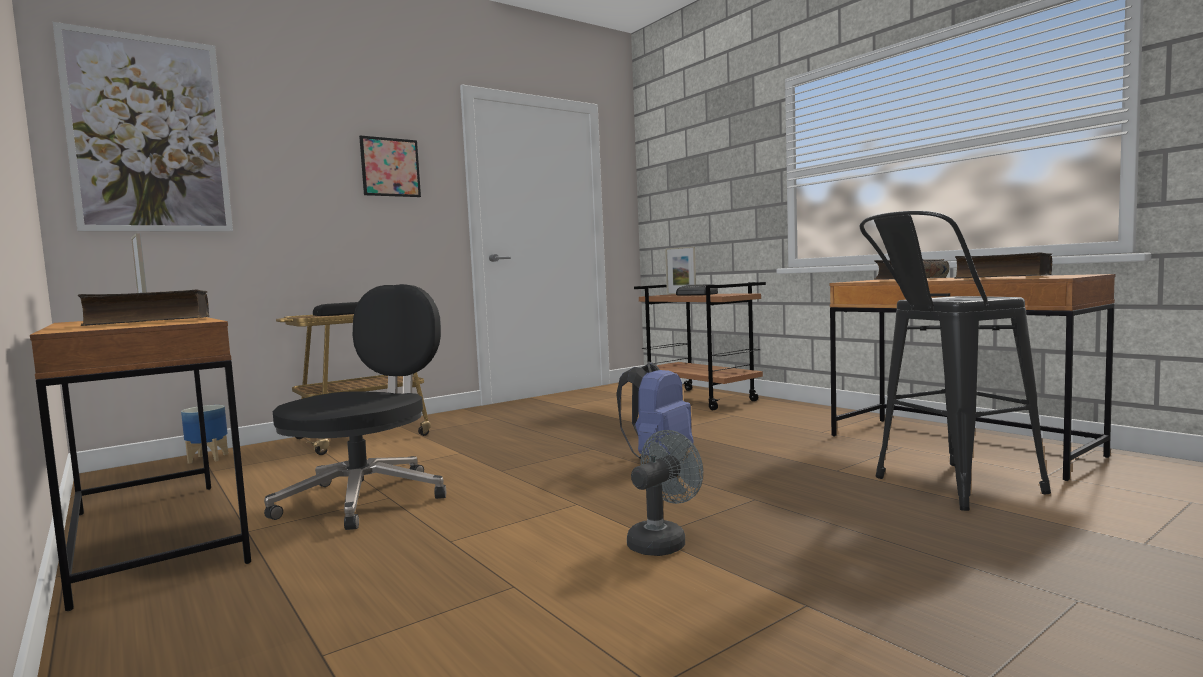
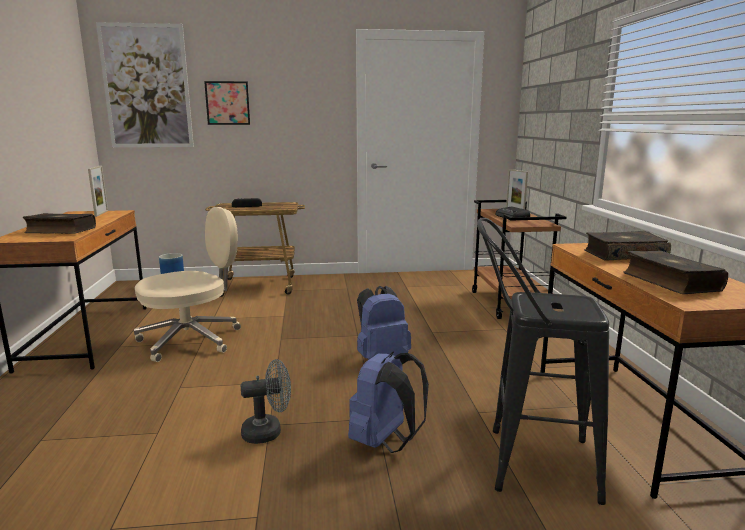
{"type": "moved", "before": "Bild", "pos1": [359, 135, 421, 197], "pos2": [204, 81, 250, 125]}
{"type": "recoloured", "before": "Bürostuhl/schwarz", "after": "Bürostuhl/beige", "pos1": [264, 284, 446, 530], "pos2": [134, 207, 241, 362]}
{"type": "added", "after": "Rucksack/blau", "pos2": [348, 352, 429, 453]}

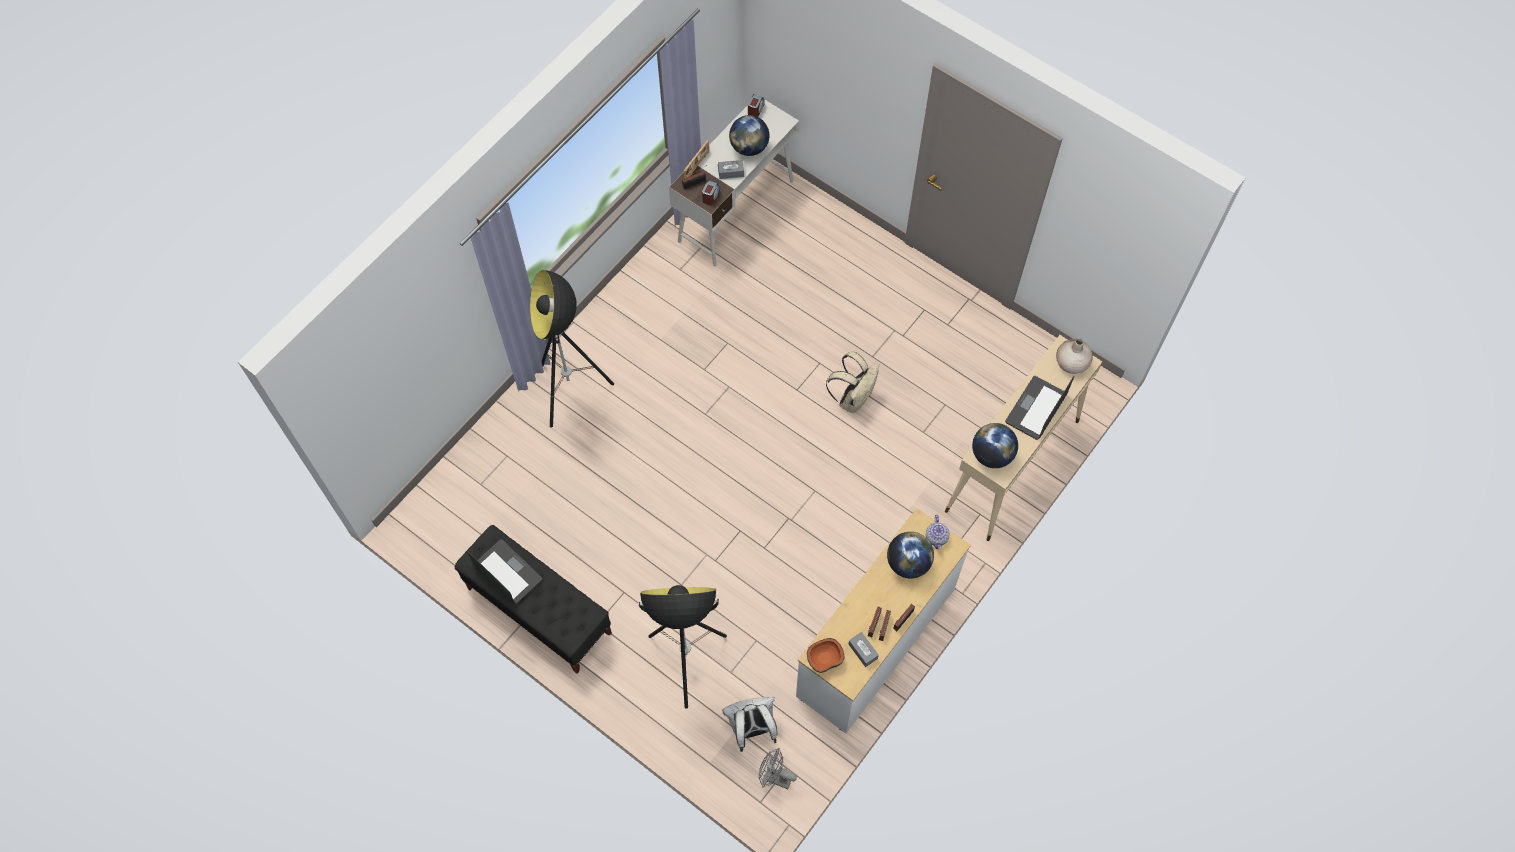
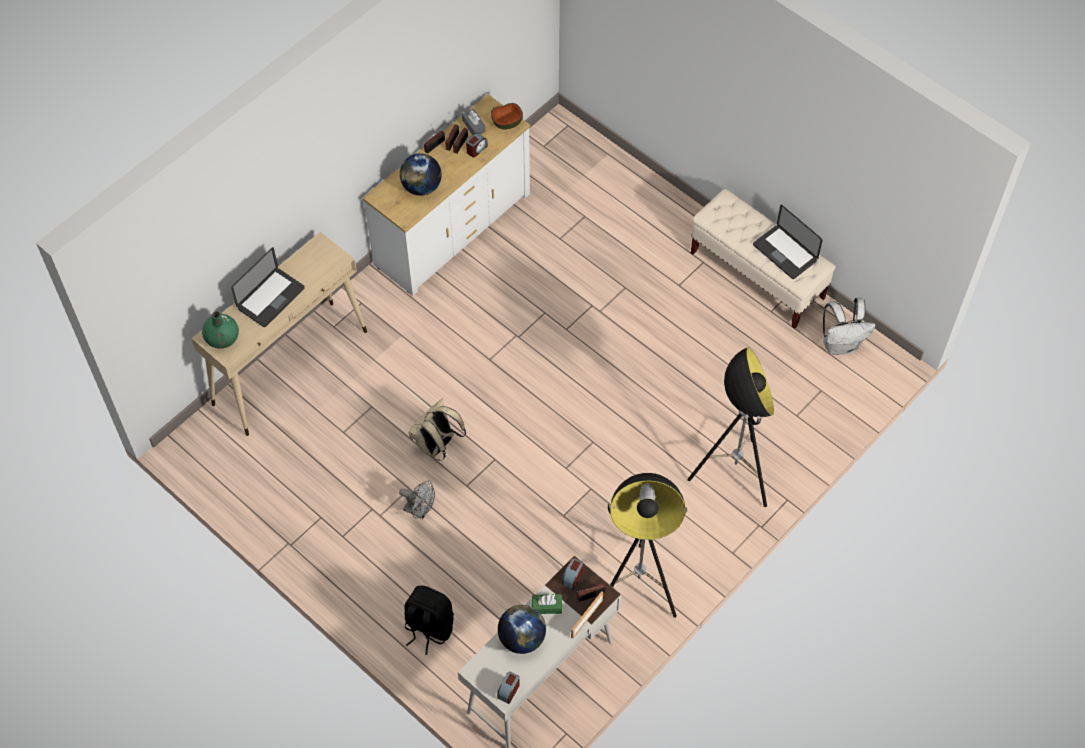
{"type": "recoloured", "before": "Taschentuchbox/grau", "after": "Taschentuchbox/grün", "pos1": [718, 160, 744, 179], "pos2": [532, 594, 562, 614]}
{"type": "recoloured", "before": "Vase/beige", "after": "Vase/grün", "pos1": [1056, 338, 1093, 374], "pos2": [202, 311, 239, 349]}
{"type": "removed", "before": "Globus", "pos1": [972, 423, 1018, 468]}
{"type": "removed", "before": "Teekanne", "pos1": [926, 515, 950, 550]}
{"type": "recoloured", "before": "Bank/schwarz", "after": "Bank/beige", "pos1": [455, 525, 612, 674], "pos2": [691, 189, 836, 329]}
{"type": "moved", "before": "Stehlampe", "pos1": [638, 585, 727, 708], "pos2": [607, 473, 688, 618]}
{"type": "moved", "before": "Rucksack/weiß", "pos1": [722, 697, 777, 752], "pos2": [823, 297, 876, 355]}
{"type": "moved", "before": "Ventilator/grau", "pos1": [759, 748, 797, 789], "pos2": [399, 481, 435, 519]}
{"type": "added", "after": "Wecker", "pos2": [466, 133, 488, 157]}
{"type": "added", "after": "Rucksack/schwarz", "pos2": [404, 586, 454, 655]}

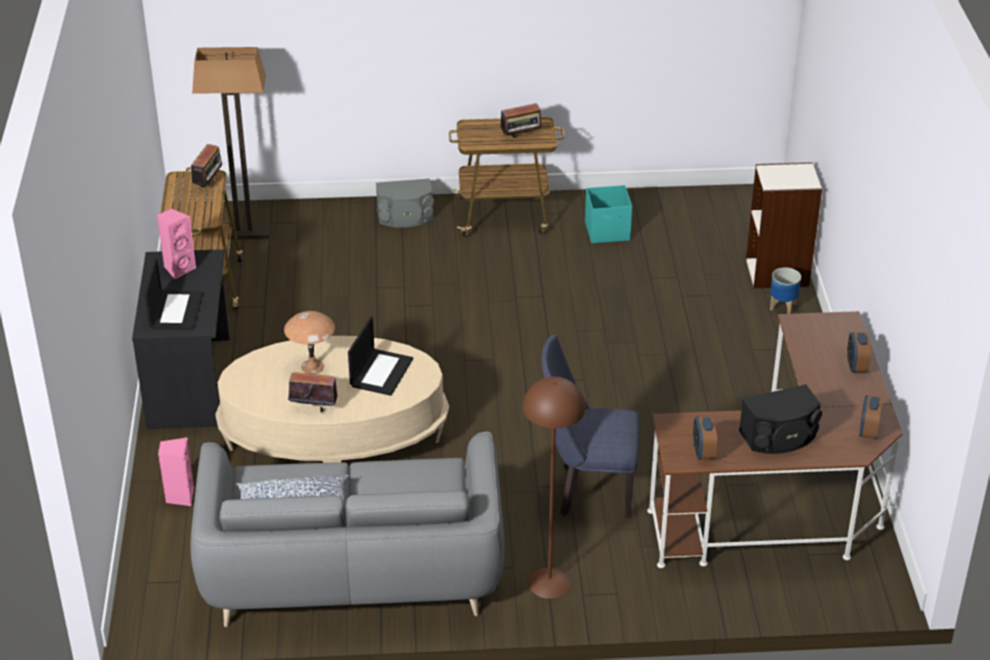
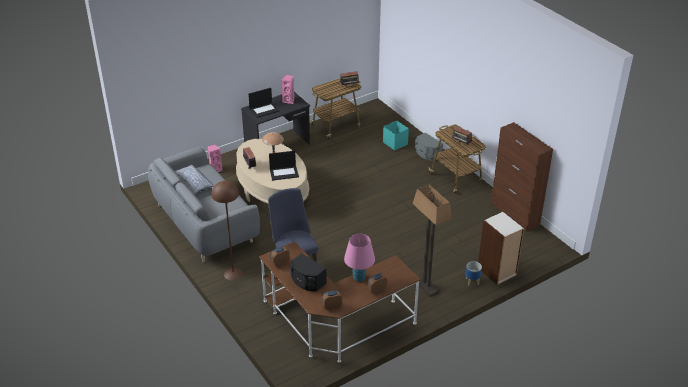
{"type": "moved", "before": "Stehlampe", "pos1": [192, 47, 270, 240], "pos2": [413, 184, 452, 297]}
{"type": "moved", "before": "Aufbewahrungsbox/türkis", "pos1": [585, 185, 632, 243], "pos2": [383, 121, 409, 151]}
{"type": "added", "after": "Schrank/braun", "pos2": [491, 122, 553, 232]}
{"type": "added", "after": "Tischlampe/rosa", "pos2": [344, 234, 375, 282]}

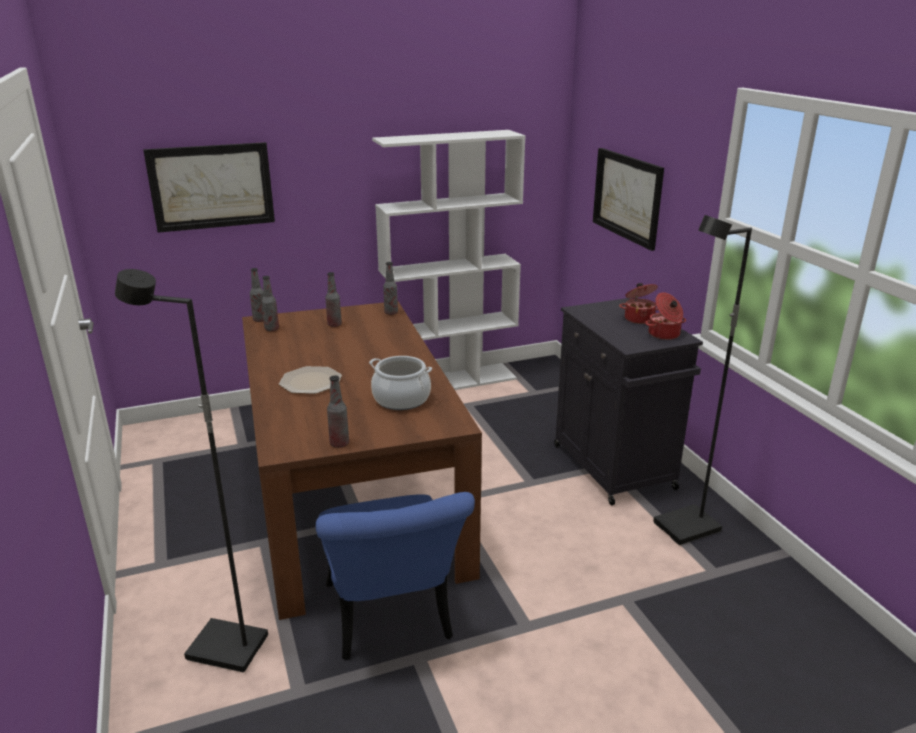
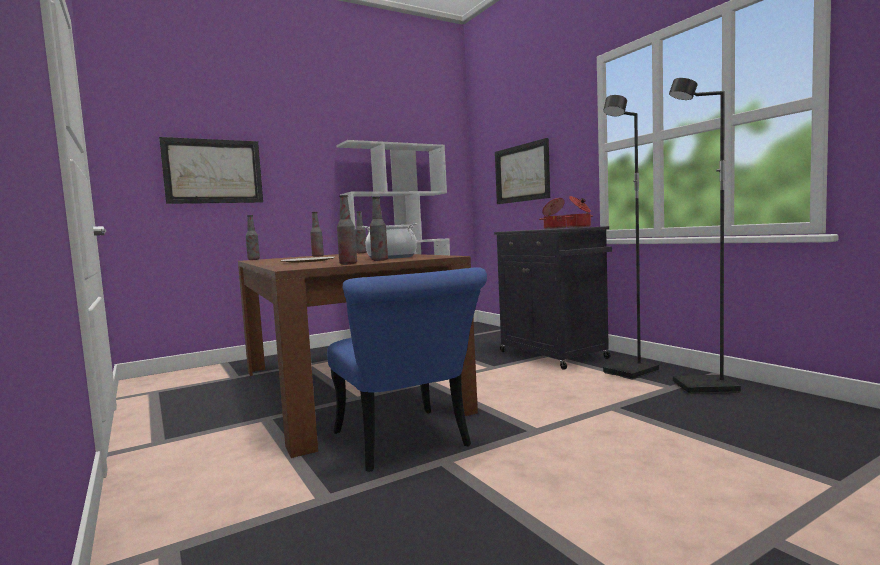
{"type": "moved", "before": "Stehlampe/schwarz", "pos1": [115, 269, 268, 672], "pos2": [669, 78, 741, 394]}
{"type": "moved", "before": "Flasche", "pos1": [261, 276, 279, 331], "pos2": [370, 197, 388, 261]}

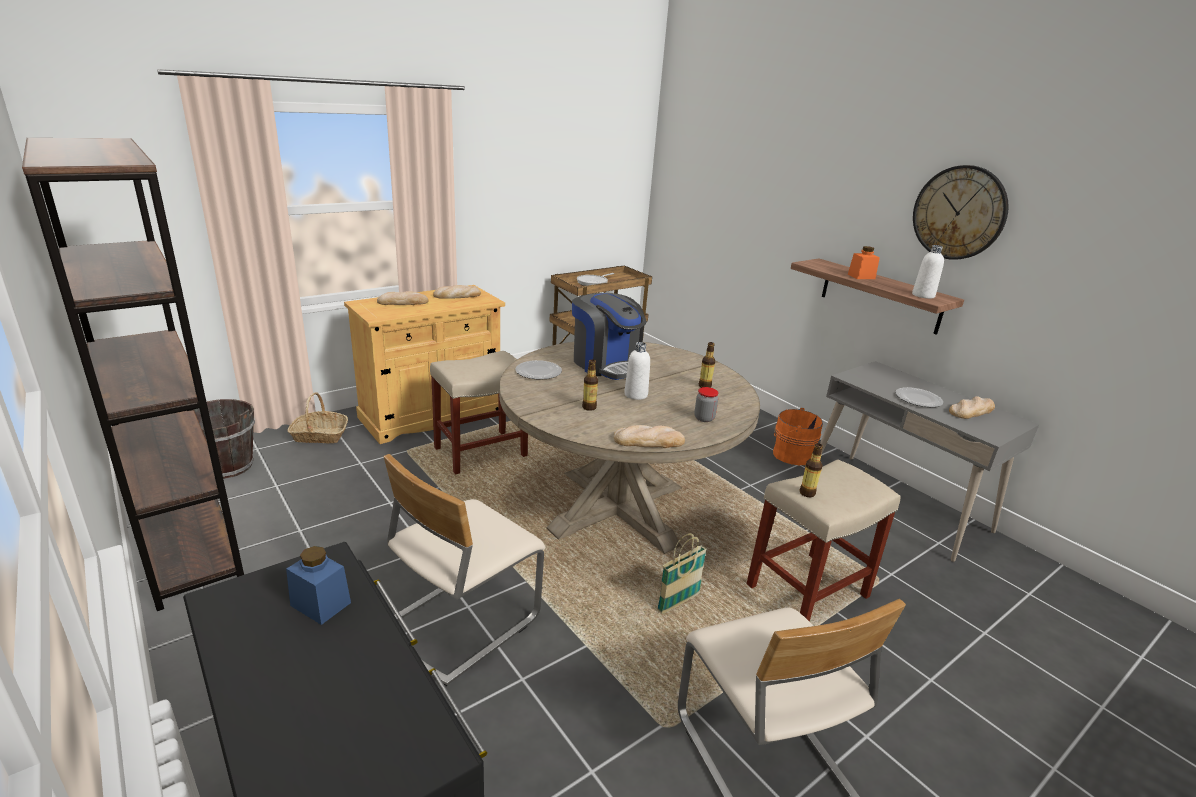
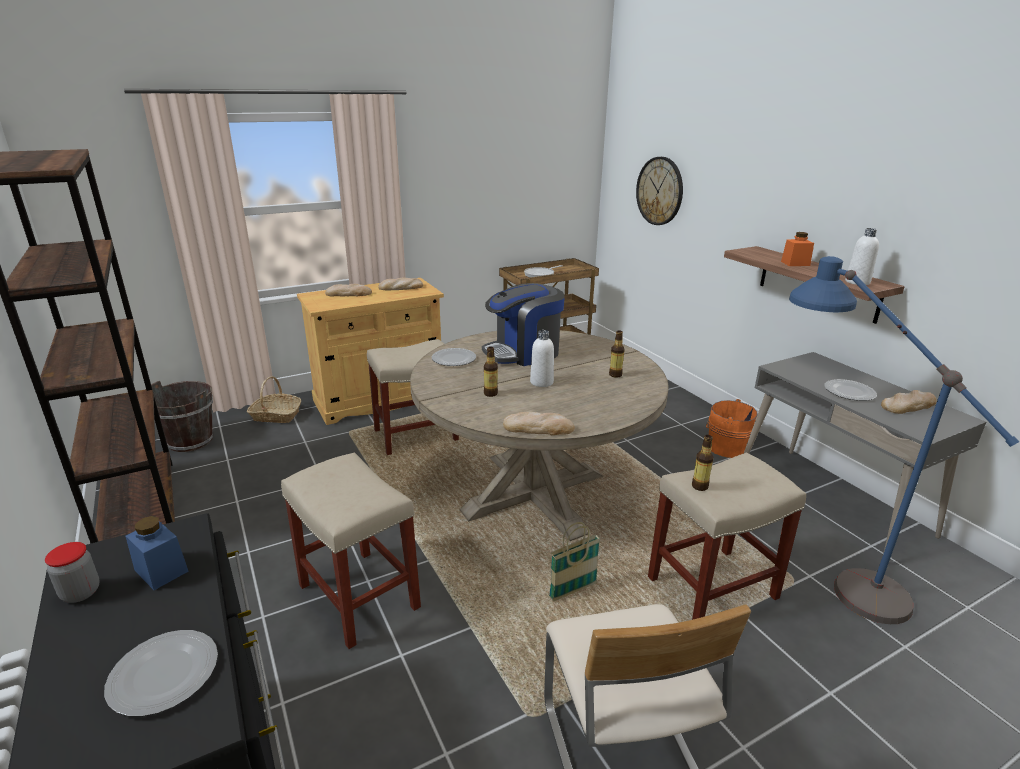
{"type": "moved", "before": "Wanduhr", "pos1": [913, 165, 1009, 260], "pos2": [636, 157, 683, 225]}
{"type": "turned", "before": "Kaffeemaschine", "pos1": [572, 293, 647, 380], "pos2": [482, 283, 565, 366], "turn": 90}
{"type": "moved", "before": "Vorratsglas", "pos1": [694, 387, 719, 422], "pos2": [45, 542, 100, 603]}
{"type": "replaced", "before": "Stuhl/beige", "after": "Hocker/beige", "pos1": [384, 454, 545, 686], "pos2": [281, 453, 421, 649]}
{"type": "added", "after": "Stehlampe/blau", "pos2": [789, 256, 1020, 624]}
{"type": "added", "after": "Teller", "pos2": [104, 630, 218, 717]}

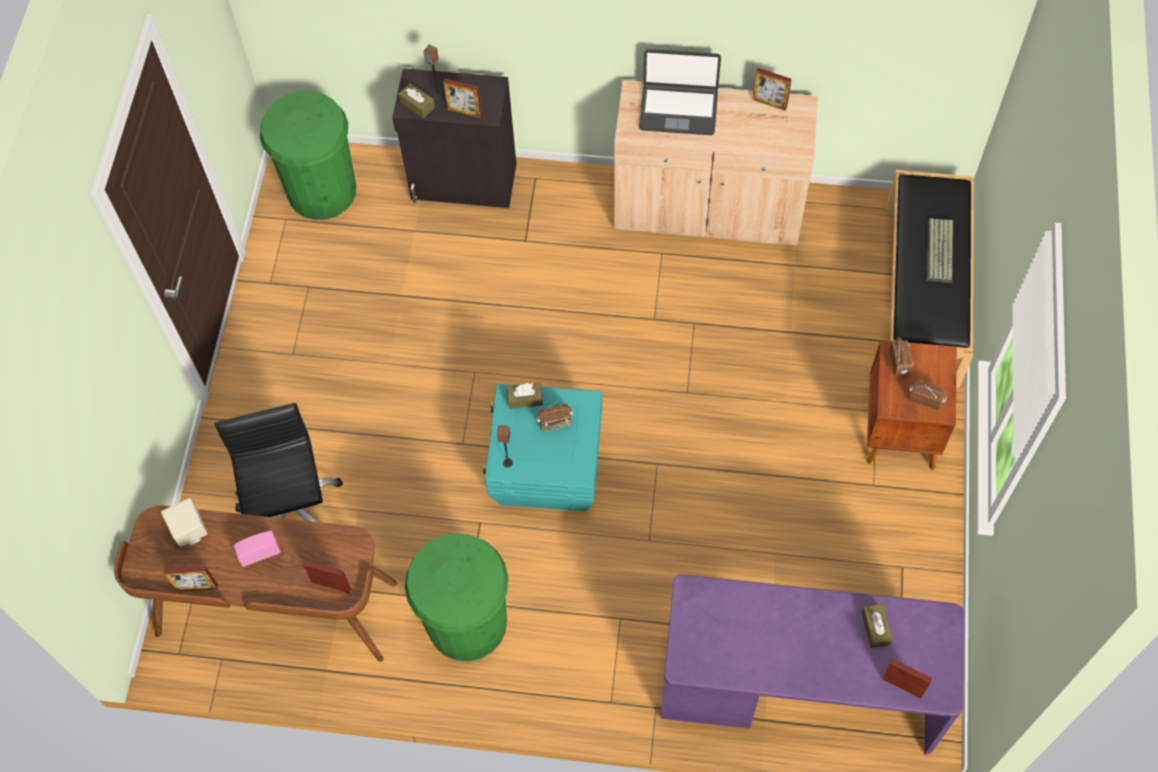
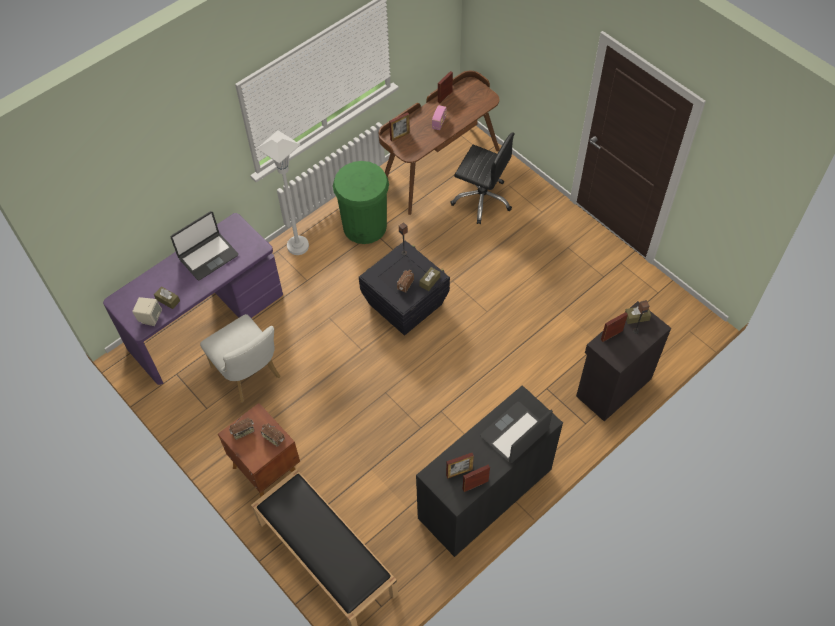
{"type": "recoloured", "before": "Schrank/beige", "after": "Schrank/schwarz", "pos1": [614, 80, 818, 246], "pos2": [416, 385, 563, 557]}
{"type": "removed", "before": "Mülleimer/grün", "pos1": [260, 91, 356, 220]}
{"type": "removed", "before": "Tastatur", "pos1": [926, 218, 954, 283]}
{"type": "recoloured", "before": "Aufbewahrungsbox/türkis", "after": "Aufbewahrungsbox/schwarz", "pos1": [482, 384, 602, 511], "pos2": [359, 240, 450, 335]}
{"type": "moved", "before": "Lautsprecher/beige", "pos1": [161, 498, 207, 547], "pos2": [132, 297, 162, 326]}
{"type": "moved", "before": "Bilderrahmen", "pos1": [882, 658, 933, 699], "pos2": [446, 453, 474, 479]}
{"type": "added", "after": "Stehlampe/weiß", "pos2": [257, 130, 309, 255]}
{"type": "added", "after": "Laptop", "pos2": [171, 211, 238, 281]}
{"type": "added", "after": "Stuhl/weiß", "pos2": [200, 314, 281, 402]}

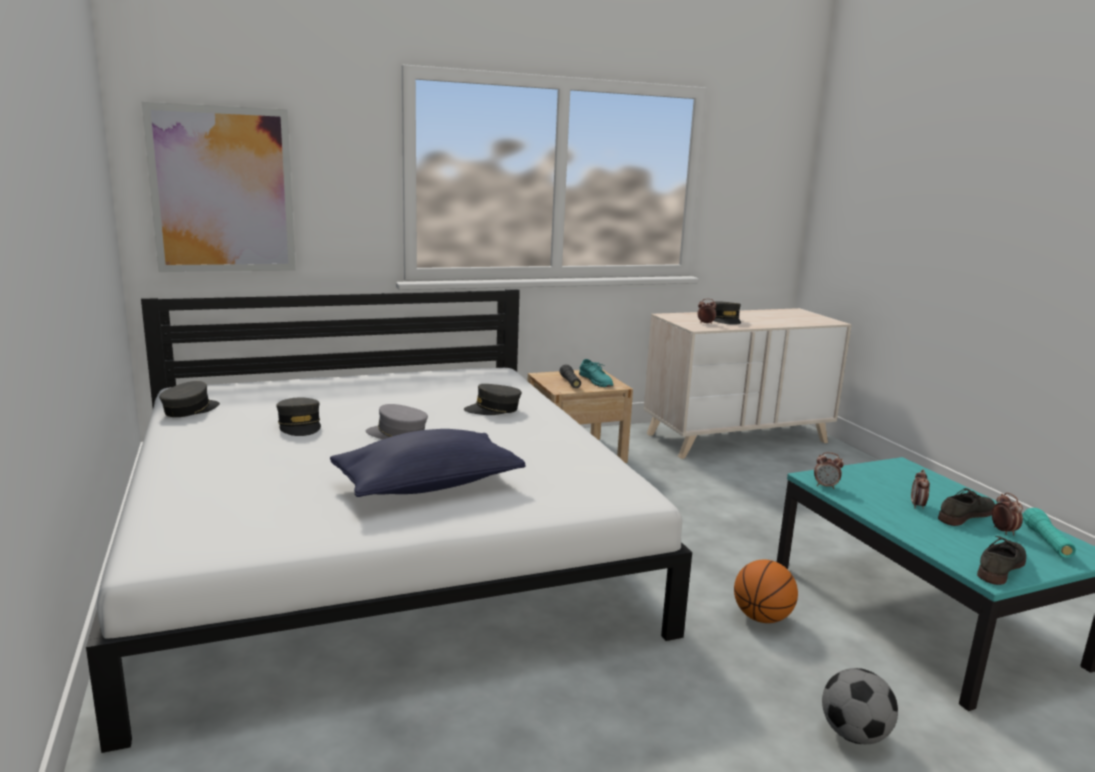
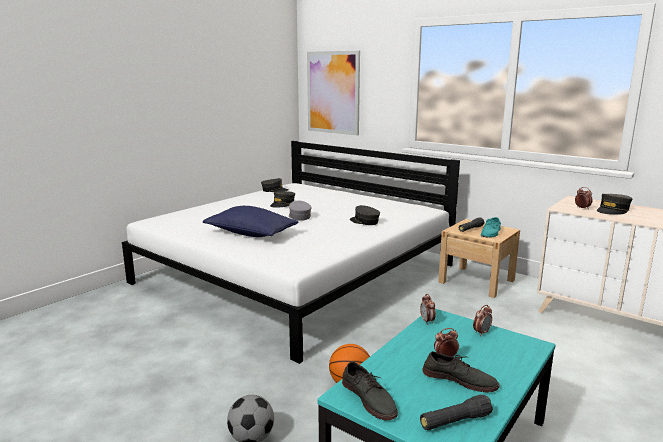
{"type": "moved", "before": "Wecker", "pos1": [992, 493, 1023, 535], "pos2": [473, 305, 492, 336]}
{"type": "recoloured", "before": "Taschenlampe/türkis", "after": "Taschenlampe/schwarz", "pos1": [1023, 508, 1076, 558], "pos2": [420, 395, 493, 430]}
{"type": "turned", "before": "Schuh/grau", "pos1": [977, 536, 1026, 585], "pos2": [342, 362, 398, 420], "turn": 45}

